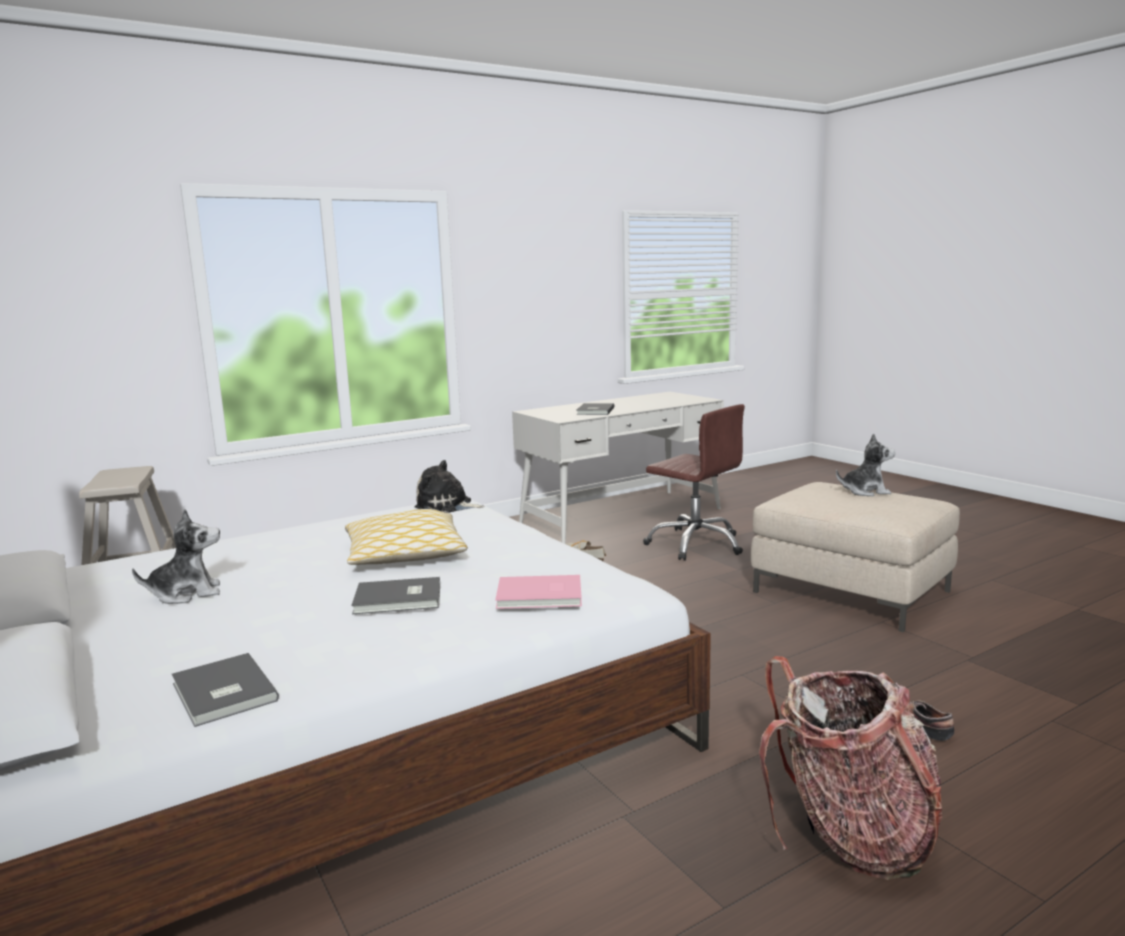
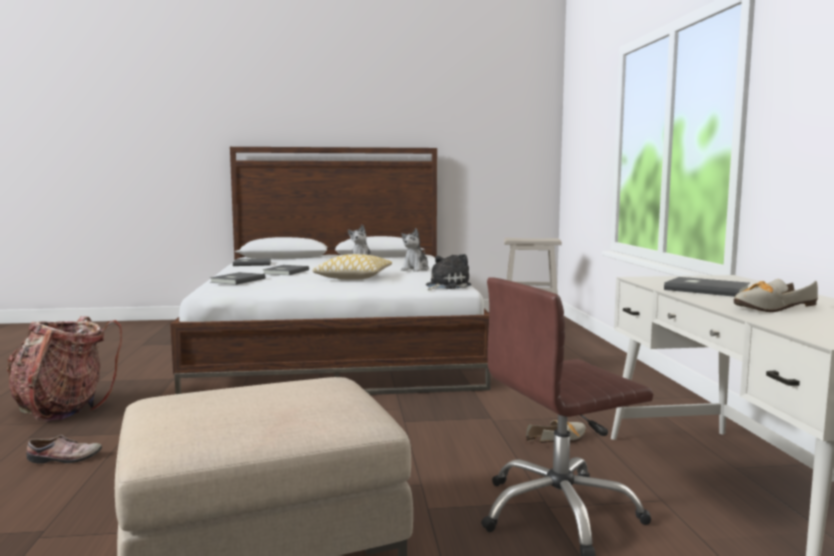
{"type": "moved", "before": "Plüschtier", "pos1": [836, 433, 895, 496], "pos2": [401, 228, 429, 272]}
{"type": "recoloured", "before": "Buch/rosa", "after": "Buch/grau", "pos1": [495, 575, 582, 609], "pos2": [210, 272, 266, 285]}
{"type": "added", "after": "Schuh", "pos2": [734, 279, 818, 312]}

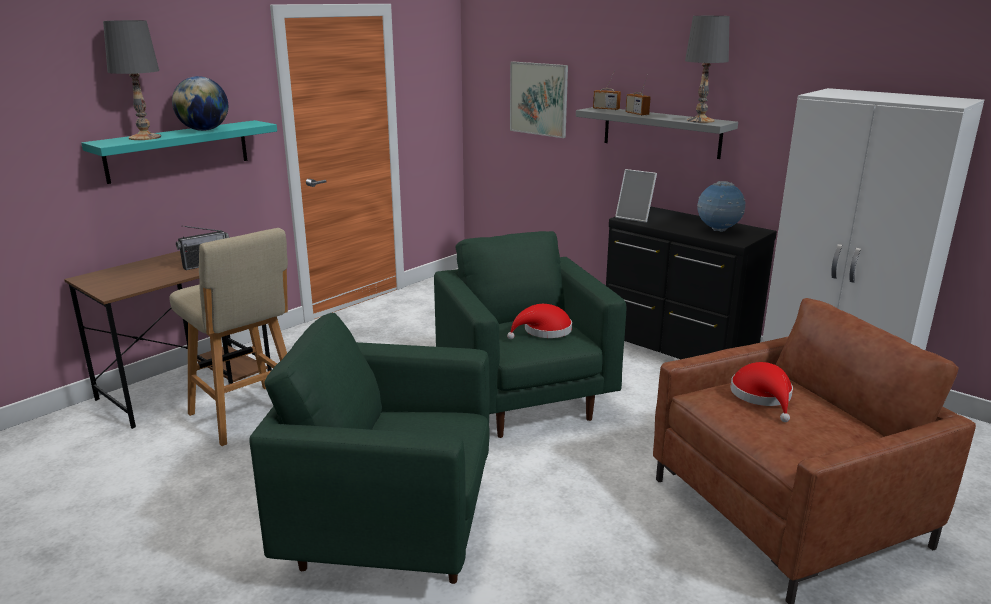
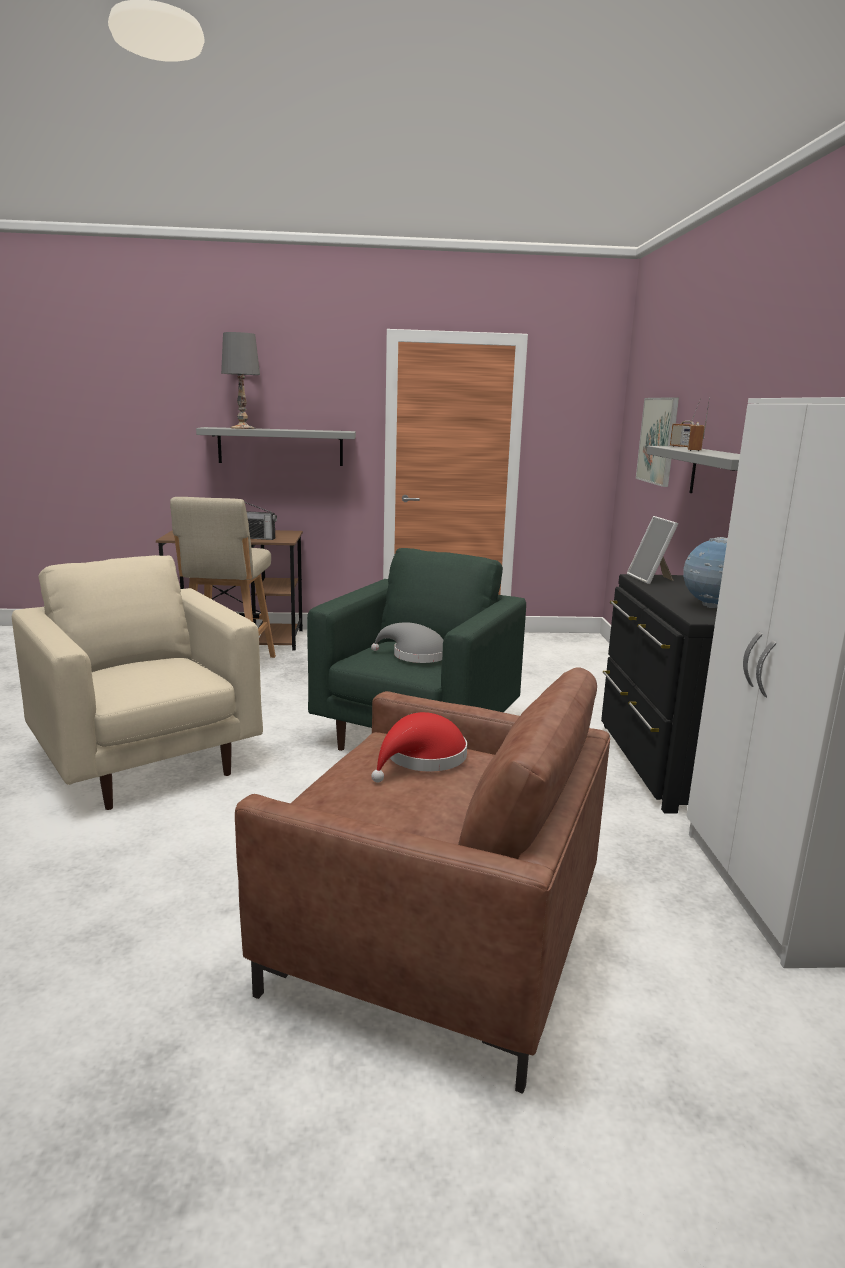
{"type": "removed", "before": "Tischlampe/grau", "pos1": [685, 16, 729, 123]}
{"type": "removed", "before": "Globus", "pos1": [172, 76, 228, 131]}
{"type": "recoloured", "before": "Wandregal/türkis", "after": "Wandregal/grau", "pos1": [81, 120, 277, 184], "pos2": [196, 427, 356, 466]}
{"type": "recoloured", "before": "Hut/rot", "after": "Hut/grau", "pos1": [507, 304, 572, 339], "pos2": [371, 622, 443, 663]}
{"type": "recoloured", "before": "Sessel/grün", "after": "Sessel/beige", "pos1": [249, 313, 490, 584], "pos2": [12, 555, 263, 810]}

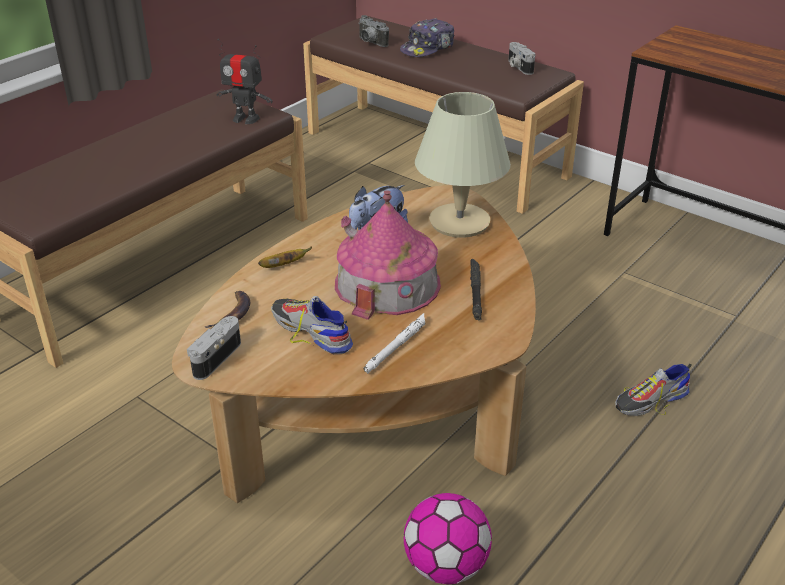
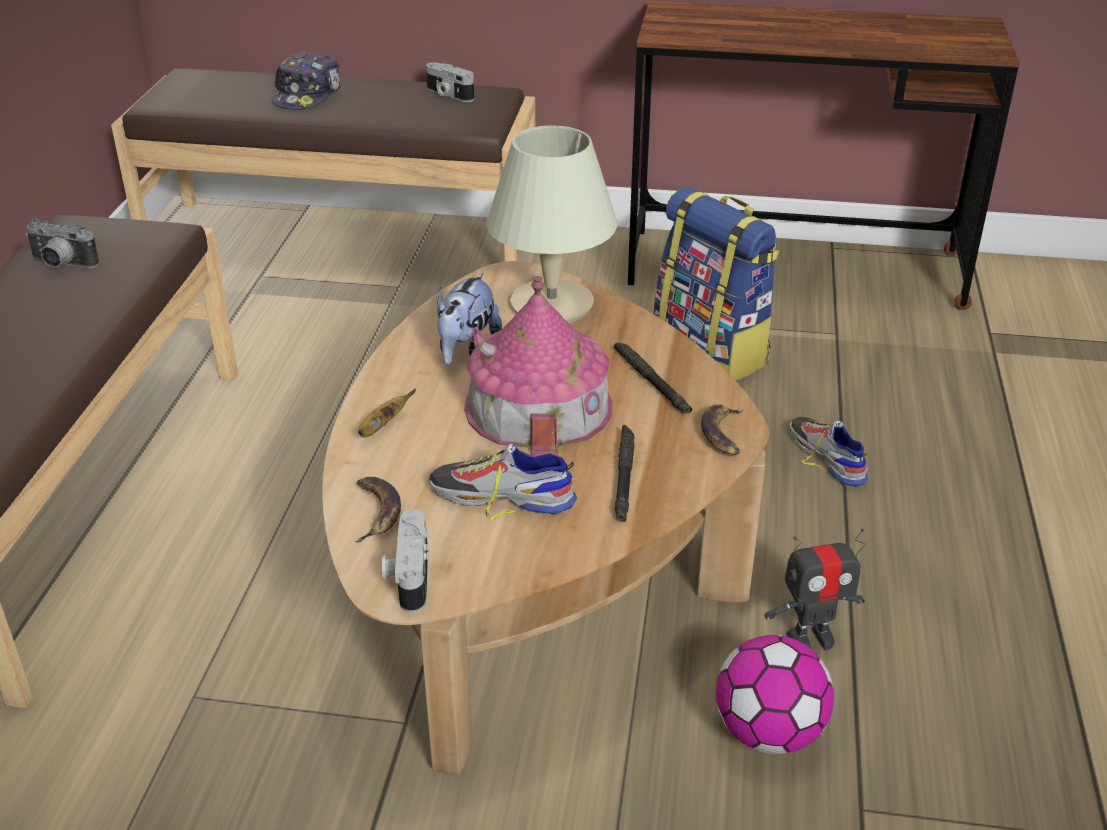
{"type": "moved", "before": "Kamera", "pos1": [358, 15, 389, 47], "pos2": [25, 218, 99, 269]}
{"type": "moved", "before": "Spielzeugroboter", "pos1": [216, 39, 273, 124], "pos2": [764, 528, 866, 651]}
{"type": "recoloured", "before": "Taschenlampe/weiß", "after": "Taschenlampe/schwarz", "pos1": [363, 313, 425, 374], "pos2": [615, 425, 635, 522]}
{"type": "turned", "before": "Schuh", "pos1": [615, 364, 692, 416], "pos2": [790, 417, 868, 487], "turn": 120}
{"type": "added", "after": "Rucksack", "pos2": [654, 187, 779, 381]}
{"type": "added", "after": "Banane", "pos2": [701, 404, 744, 455]}

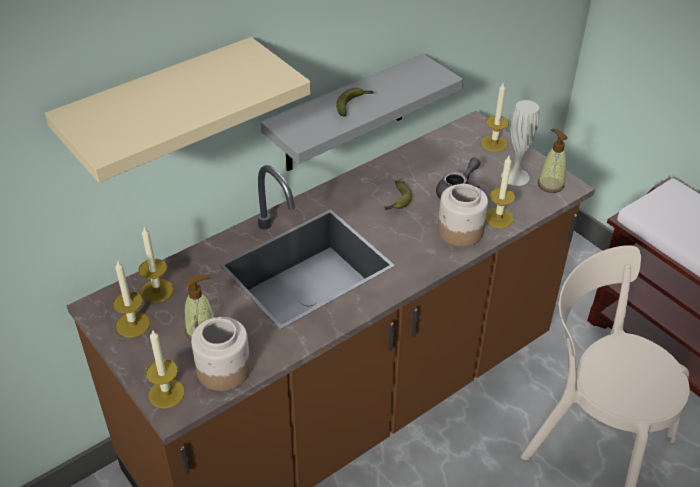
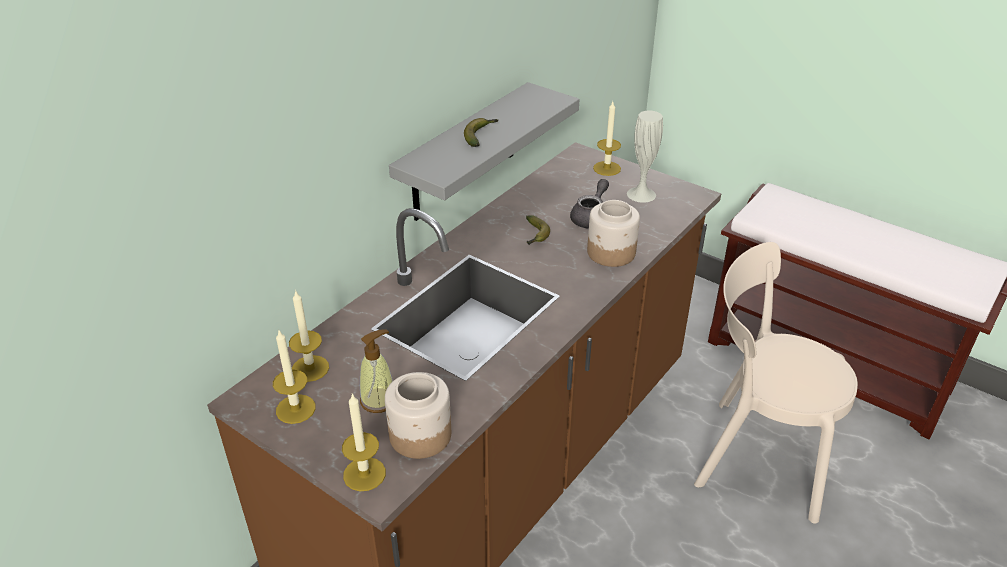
{"type": "removed", "before": "Wandregal/beige", "pos1": [45, 37, 311, 183]}
{"type": "removed", "before": "Seifenspender", "pos1": [538, 129, 568, 193]}
{"type": "removed", "before": "Kerze", "pos1": [486, 156, 515, 228]}

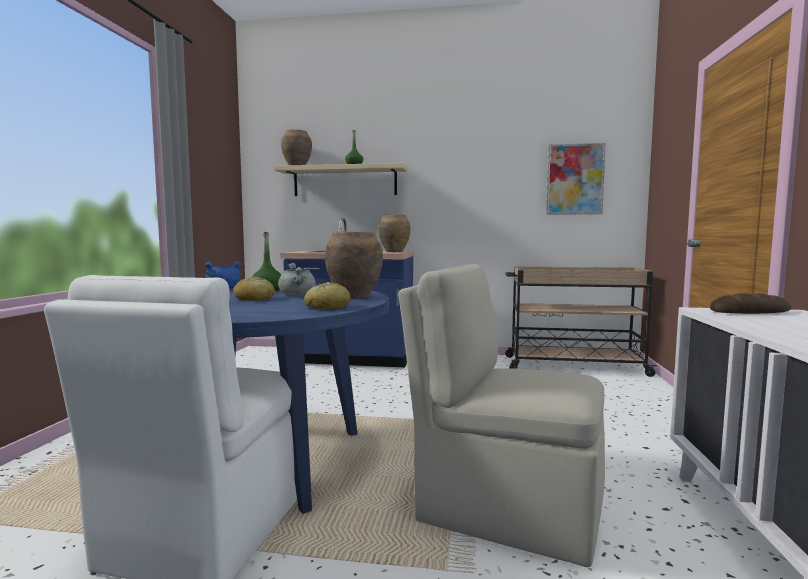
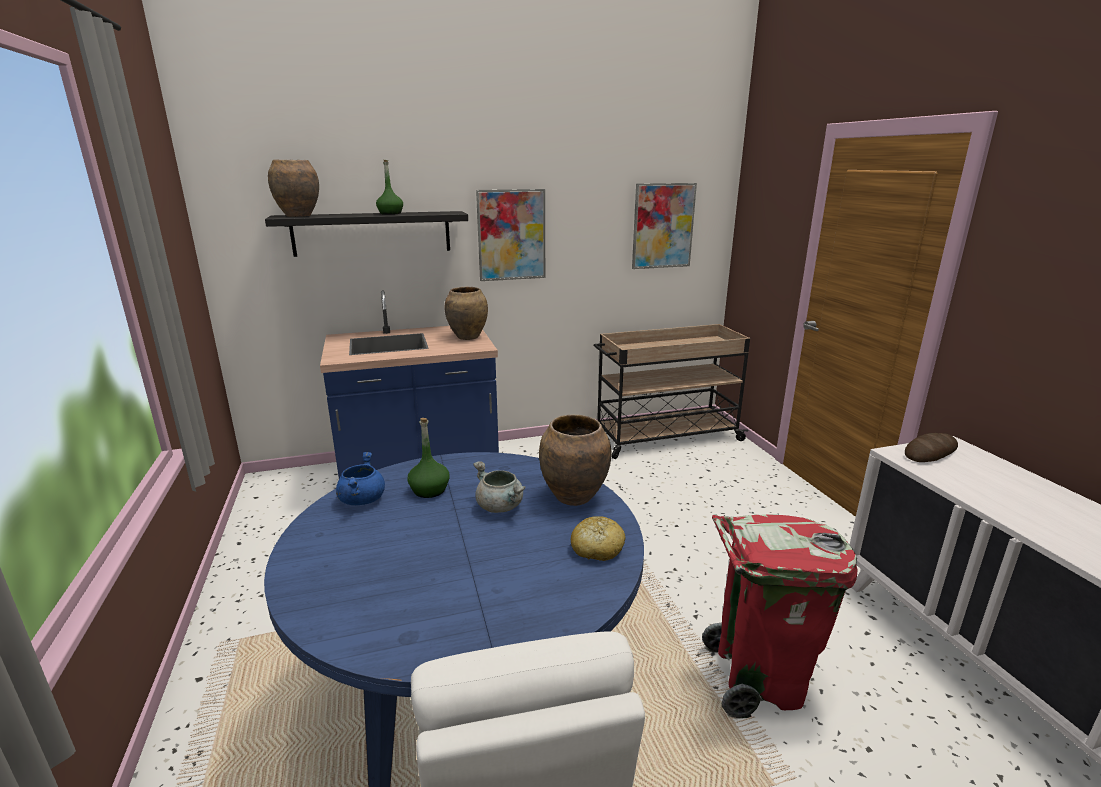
{"type": "recoloured", "before": "Wandregal/beige", "after": "Wandregal/schwarz", "pos1": [274, 163, 407, 196], "pos2": [265, 211, 468, 257]}
{"type": "replaced", "before": "Stuhl/beige", "after": "Mülleimer/rot", "pos1": [398, 264, 605, 567], "pos2": [702, 514, 858, 719]}
{"type": "removed", "before": "Brot", "pos1": [233, 277, 275, 301]}
{"type": "added", "after": "Bild", "pos2": [476, 189, 545, 281]}

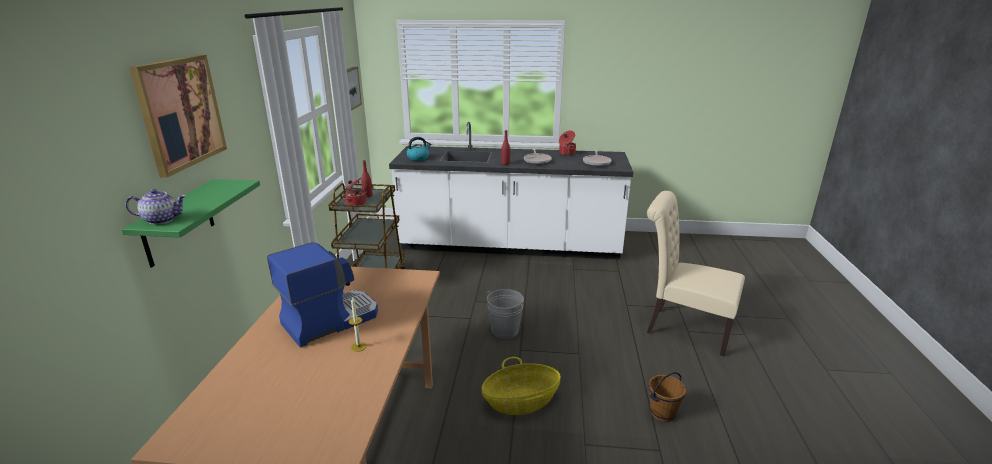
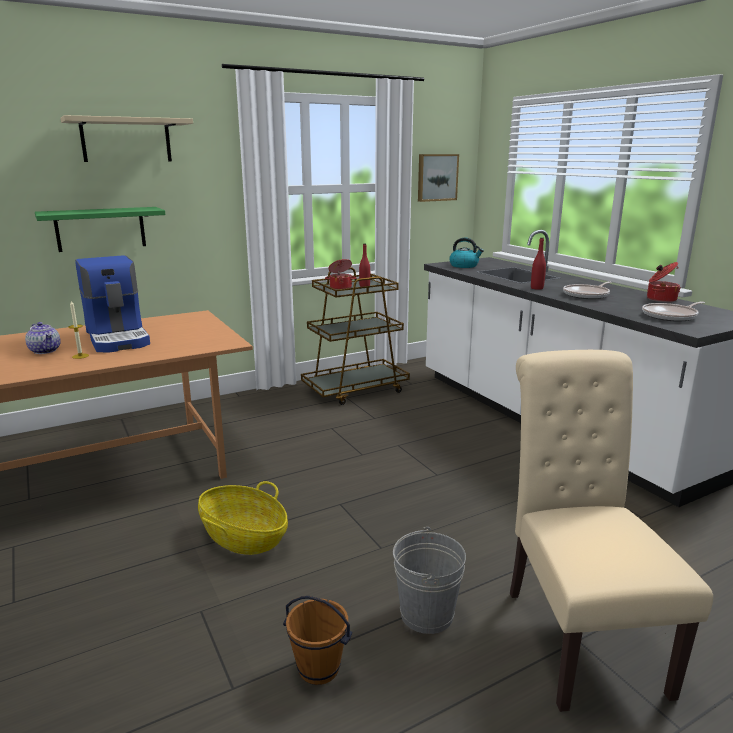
{"type": "replaced", "before": "Bild", "after": "Wandregal/beige", "pos1": [129, 55, 227, 178], "pos2": [60, 115, 193, 162]}
{"type": "moved", "before": "Teekanne", "pos1": [126, 189, 186, 225], "pos2": [25, 322, 61, 354]}
{"type": "turned", "before": "Kaffeemaschine", "pos1": [267, 242, 378, 347], "pos2": [75, 255, 150, 353], "turn": 45}
{"type": "moved", "before": "Eimer/grau", "pos1": [487, 289, 524, 339], "pos2": [393, 527, 466, 634]}

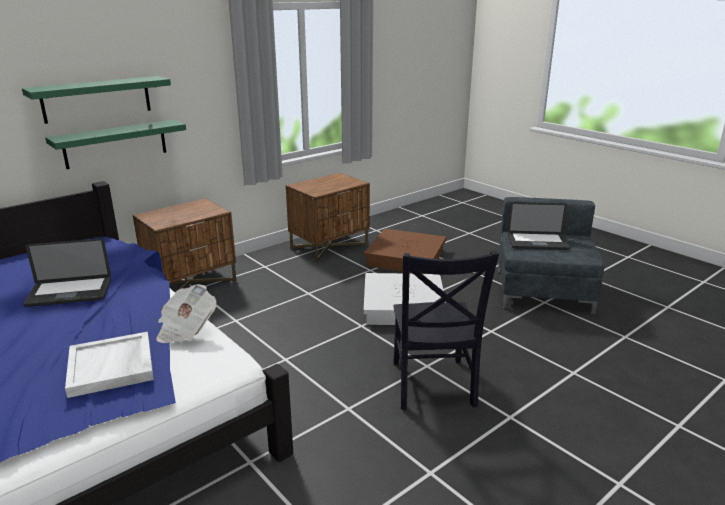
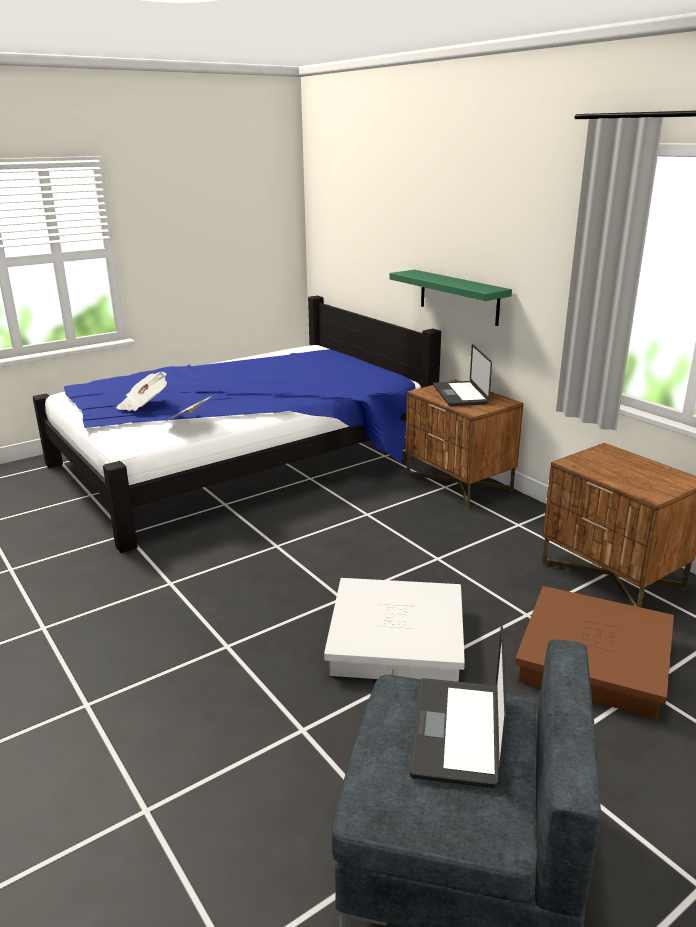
{"type": "removed", "before": "Wandregal/grün", "pos1": [22, 76, 171, 124]}
{"type": "moved", "before": "Laptop", "pos1": [23, 238, 111, 307], "pos2": [433, 344, 492, 406]}
{"type": "removed", "before": "Stuhl/schwarz", "pos1": [393, 251, 499, 410]}
{"type": "replaced", "before": "Tablett/weiß", "after": "Zeitung", "pos1": [65, 332, 154, 398], "pos2": [117, 372, 167, 411]}

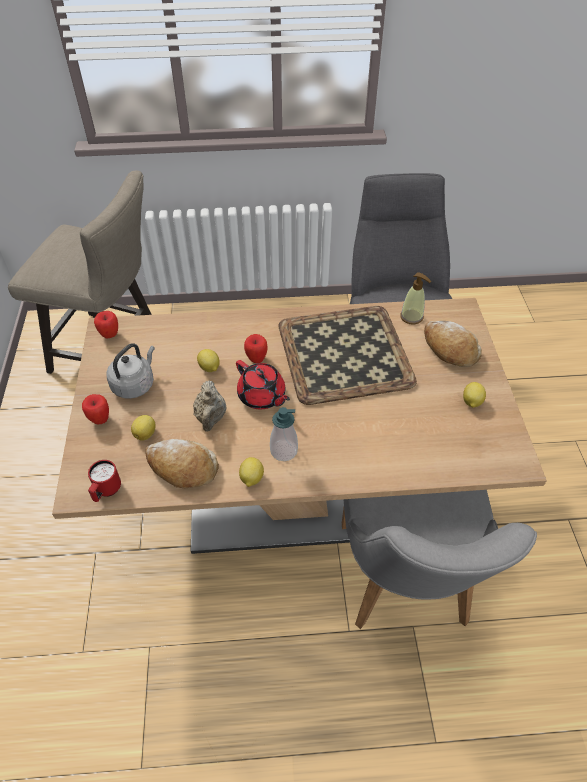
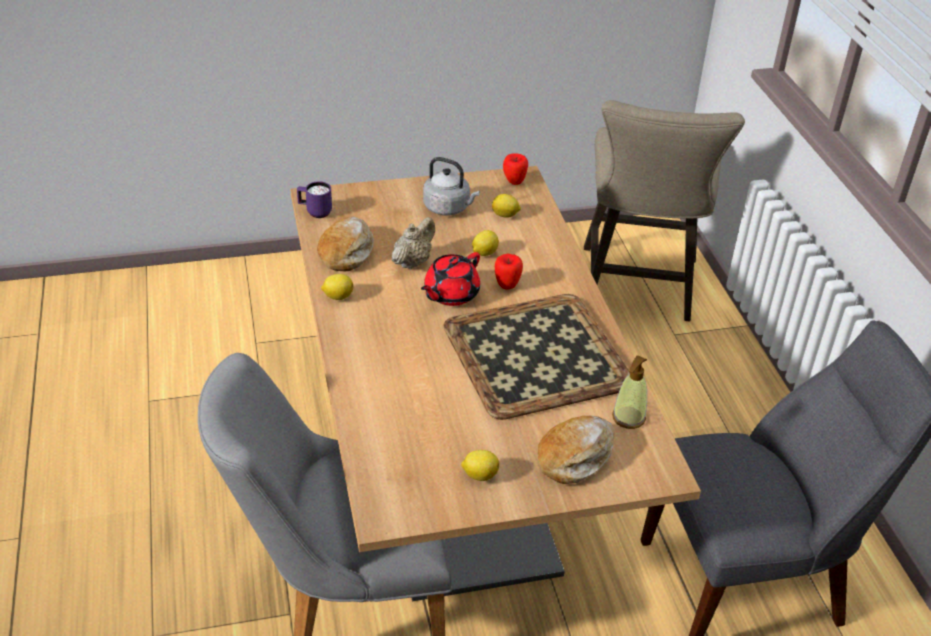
{"type": "turned", "before": "Teekanne/beige", "pos1": [193, 381, 226, 432], "pos2": [392, 217, 435, 269], "turn": 135}
{"type": "removed", "before": "Apfel", "pos1": [82, 394, 109, 424]}
{"type": "removed", "before": "Seifenspender", "pos1": [270, 407, 298, 461]}
{"type": "moved", "before": "Zitrone", "pos1": [131, 415, 156, 441], "pos2": [492, 194, 521, 218]}
{"type": "recoloured", "before": "Henkelbecher/rot", "after": "Henkelbecher/lila", "pos1": [88, 460, 121, 502], "pos2": [297, 181, 332, 218]}

